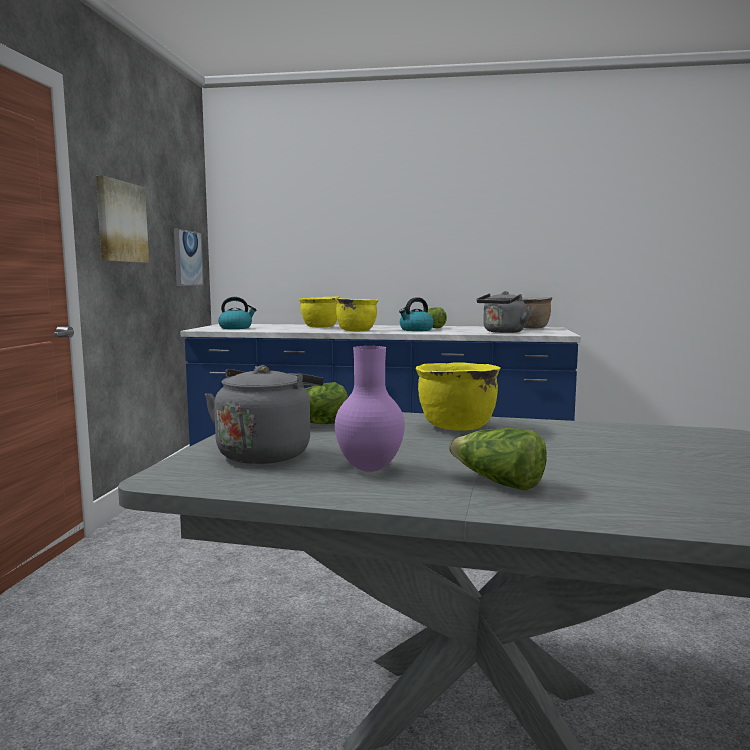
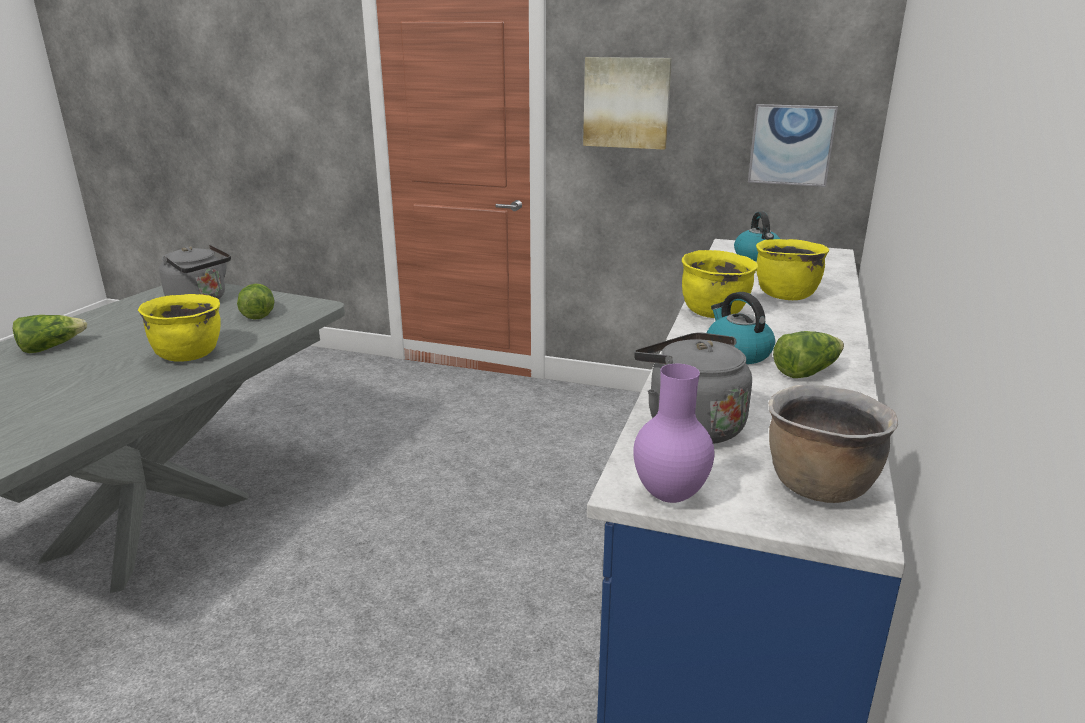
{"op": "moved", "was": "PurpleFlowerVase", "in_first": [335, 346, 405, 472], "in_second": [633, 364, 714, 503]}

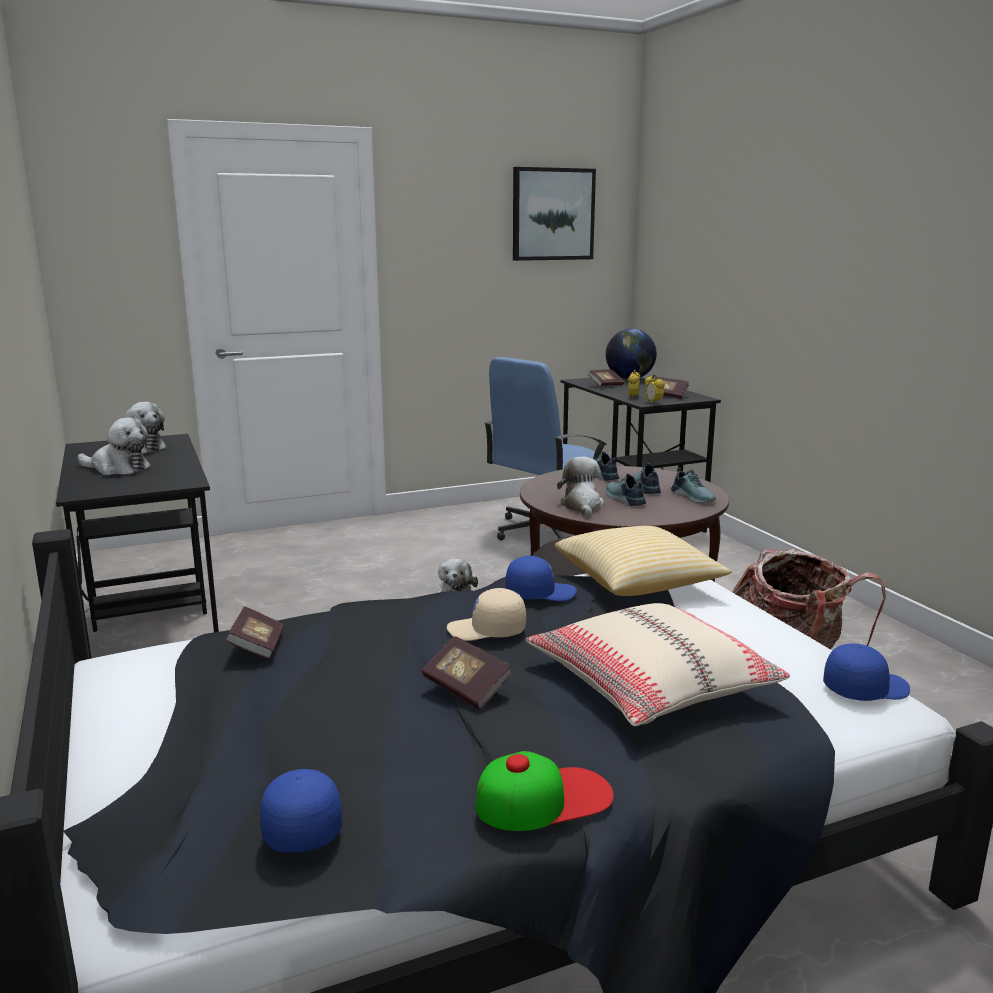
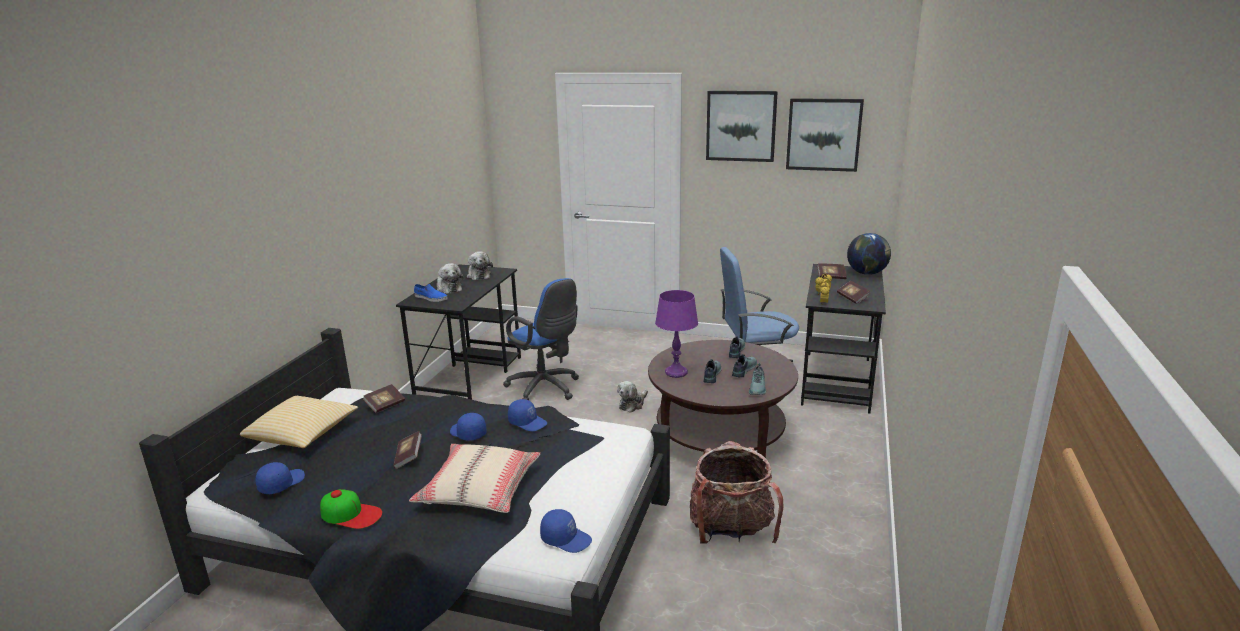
{"op": "replaced", "was": "SoftToy", "now": "PurpleTabletopLamp", "in_first": [557, 457, 605, 517], "in_second": [655, 290, 698, 378]}
{"op": "moved", "was": "Cushion", "in_first": [555, 526, 731, 596], "in_second": [240, 396, 358, 448]}
{"op": "recoloured", "was": "BeigeColouredCap", "now": "BluishCap", "in_first": [447, 588, 526, 641], "in_second": [450, 413, 487, 441]}
{"op": "added", "now": "WallArt", "in_second": [706, 91, 778, 162]}
{"op": "added", "now": "BluishComputerChair", "in_second": [503, 278, 579, 400]}
{"op": "added", "now": "BluishLowShoe", "in_second": [414, 284, 448, 302]}

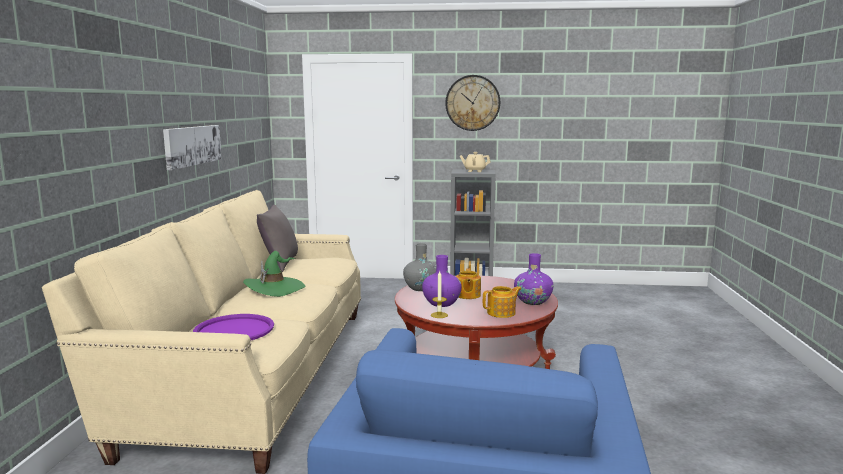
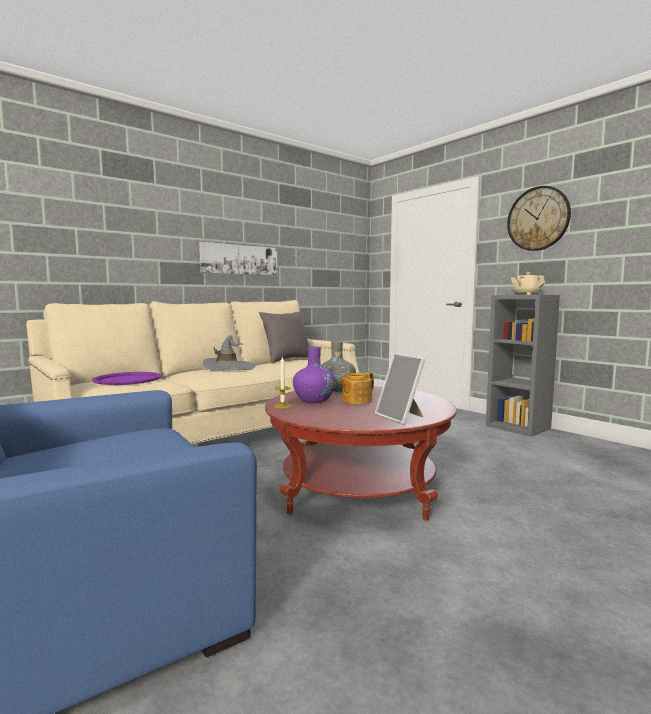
{"op": "recoloured", "was": "GreenishHat", "now": "GreyishHat", "in_first": [243, 251, 306, 297], "in_second": [203, 335, 255, 372]}
{"op": "replaced", "was": "PurpleFlowerVase", "now": "StandingFrame", "in_first": [514, 253, 554, 305], "in_second": [375, 353, 425, 425]}
{"op": "removed", "was": "Teapot", "in_first": [483, 286, 521, 318]}

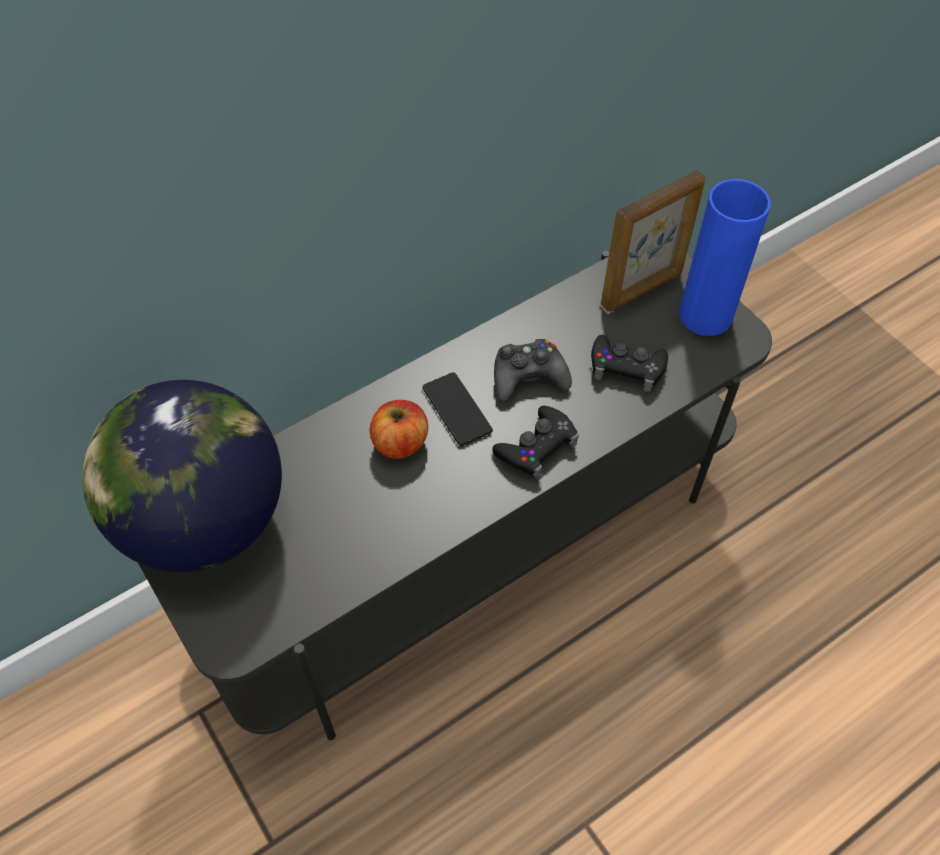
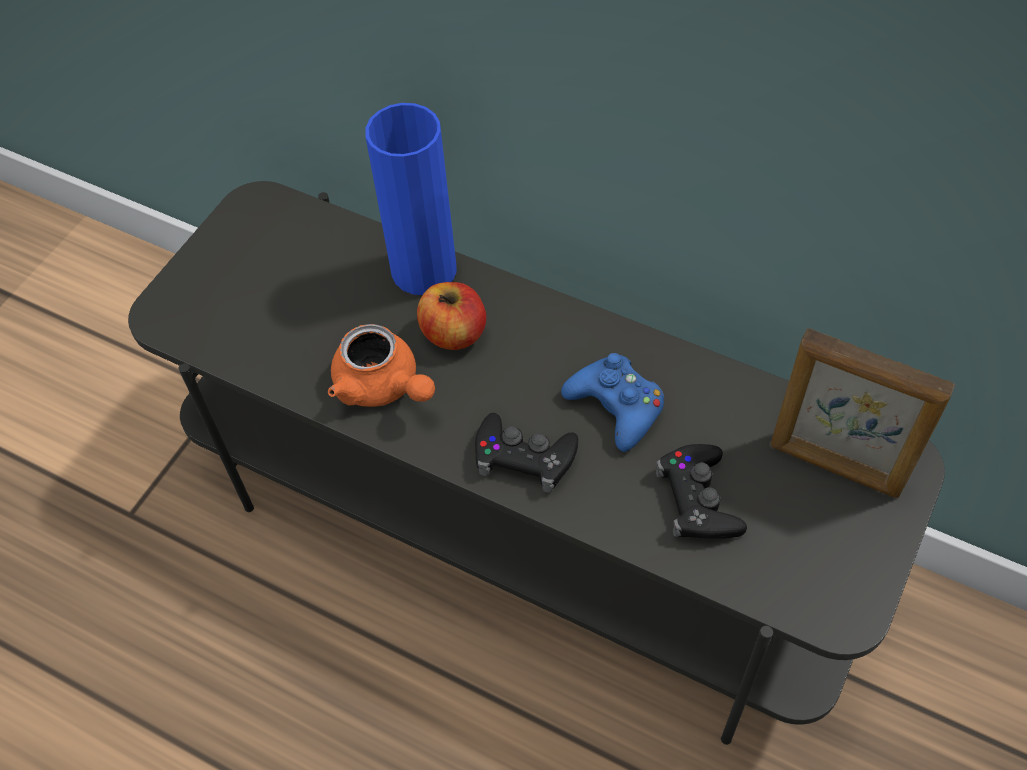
{"op": "moved", "was": "BluishFlowerVase", "in_first": [679, 179, 771, 336], "in_second": [365, 103, 457, 295]}
{"op": "recoloured", "was": "BlackishGameController", "now": "BluishGameController", "in_first": [494, 339, 572, 401], "in_second": [561, 353, 664, 452]}
{"op": "removed", "was": "Handset", "in_first": [423, 372, 493, 446]}
{"op": "removed", "was": "DeskGlobe", "in_first": [82, 380, 282, 572]}
{"op": "added", "now": "OrangeColouredTeapot", "in_second": [328, 324, 435, 407]}

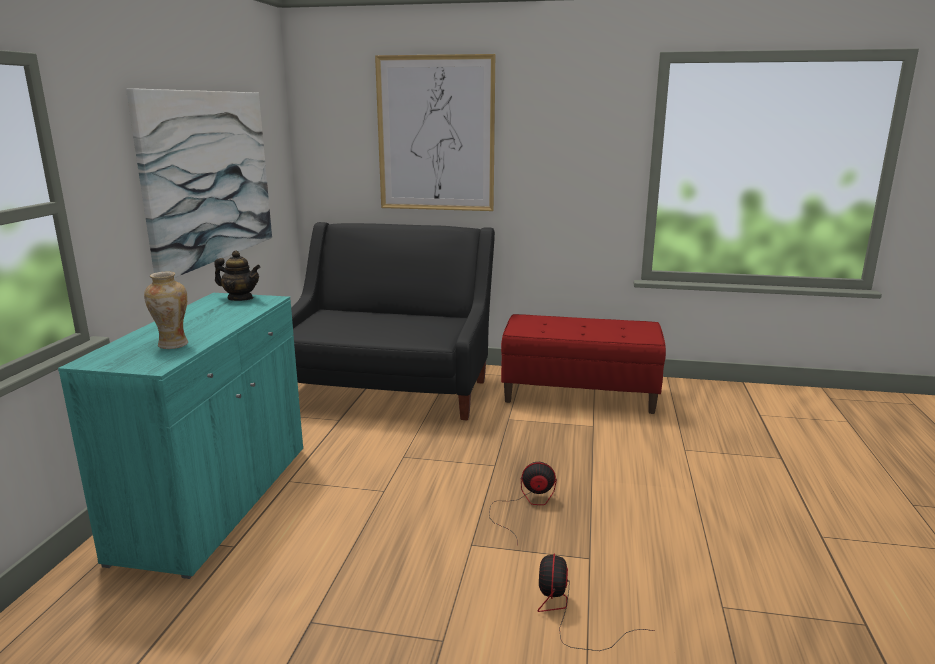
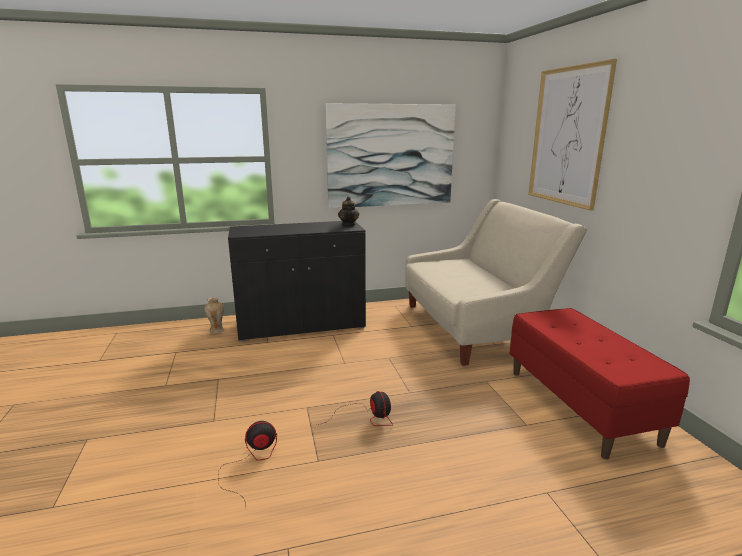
{"op": "recoloured", "was": "BlackishSettee", "now": "BeigeColouredSettee", "in_first": [291, 222, 495, 421], "in_second": [405, 199, 587, 366]}
{"op": "moved", "was": "FlowerVase", "in_first": [144, 271, 188, 349], "in_second": [205, 297, 224, 333]}
{"op": "recoloured", "was": "TurquoiseCupboard", "now": "BlackishCupboard", "in_first": [58, 293, 303, 579], "in_second": [228, 221, 366, 342]}

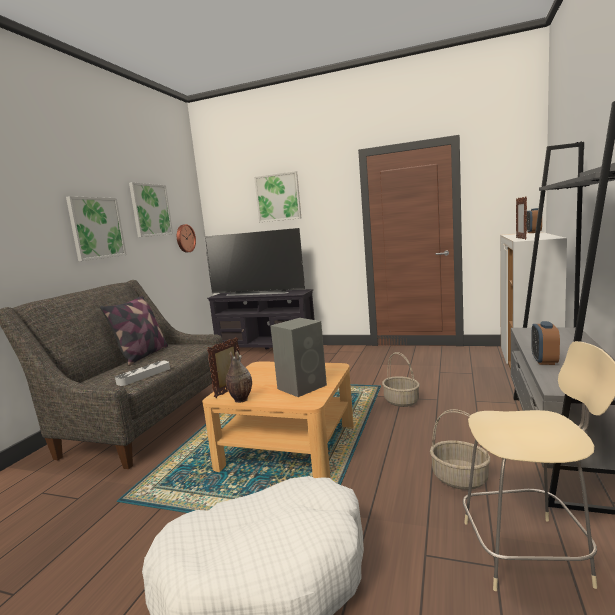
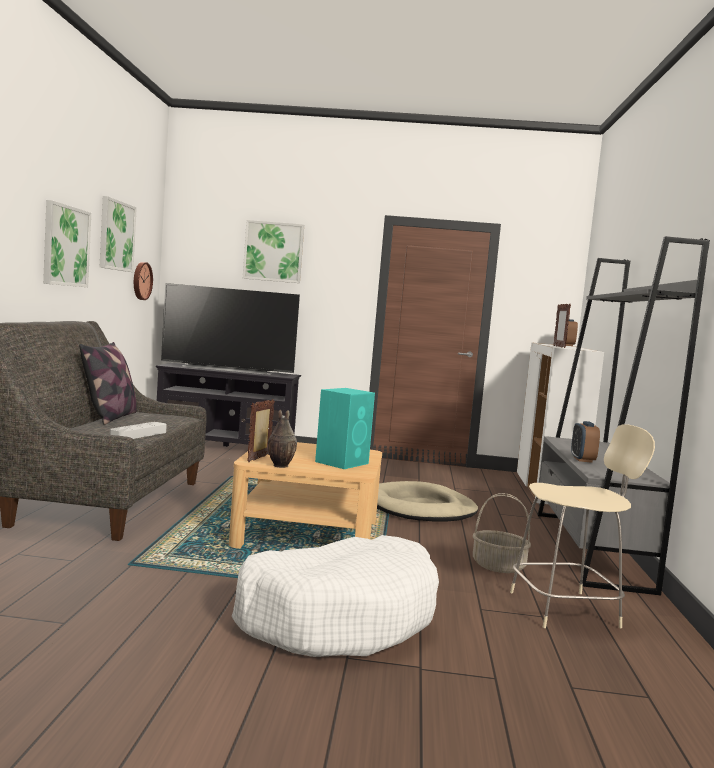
{"op": "recoloured", "was": "GreyishSpeaker", "now": "TurquoiseSpeaker", "in_first": [271, 318, 327, 397], "in_second": [315, 388, 375, 469]}
{"op": "replaced", "was": "StorageBasket", "now": "BeigeColouredDogCushion", "in_first": [382, 352, 420, 407], "in_second": [377, 481, 478, 522]}

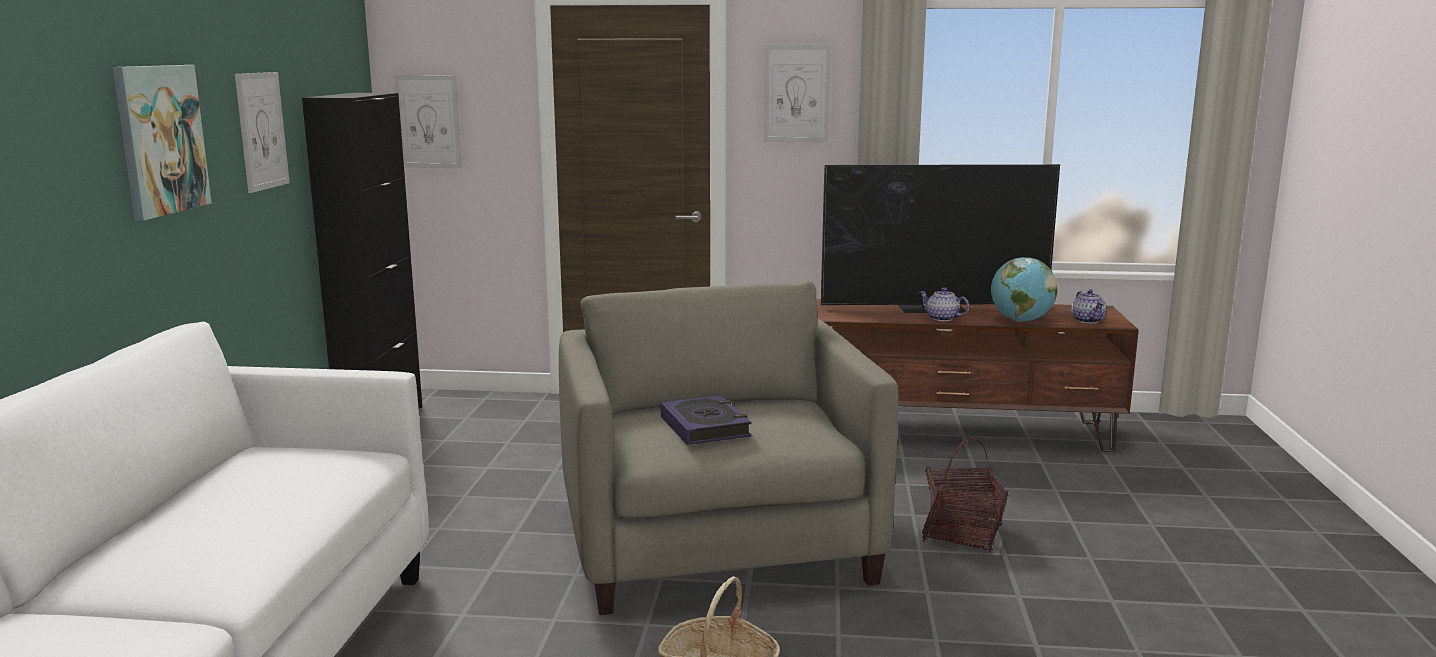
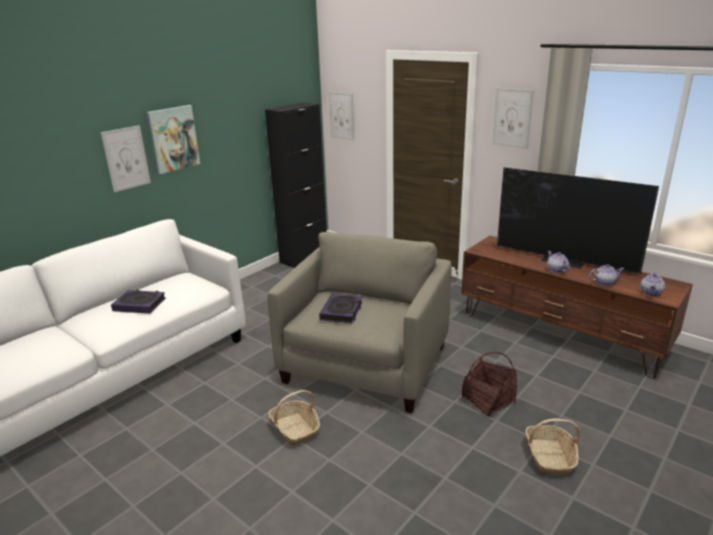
{"op": "moved", "was": "WallArt", "in_first": [235, 72, 290, 193], "in_second": [101, 125, 151, 192]}
{"op": "replaced", "was": "DeskGlobe", "now": "Teapot", "in_first": [991, 257, 1058, 322], "in_second": [589, 264, 624, 286]}
{"op": "added", "now": "Volume", "in_second": [111, 290, 166, 314]}
{"op": "added", "now": "StorageBasket", "in_second": [525, 419, 581, 474]}

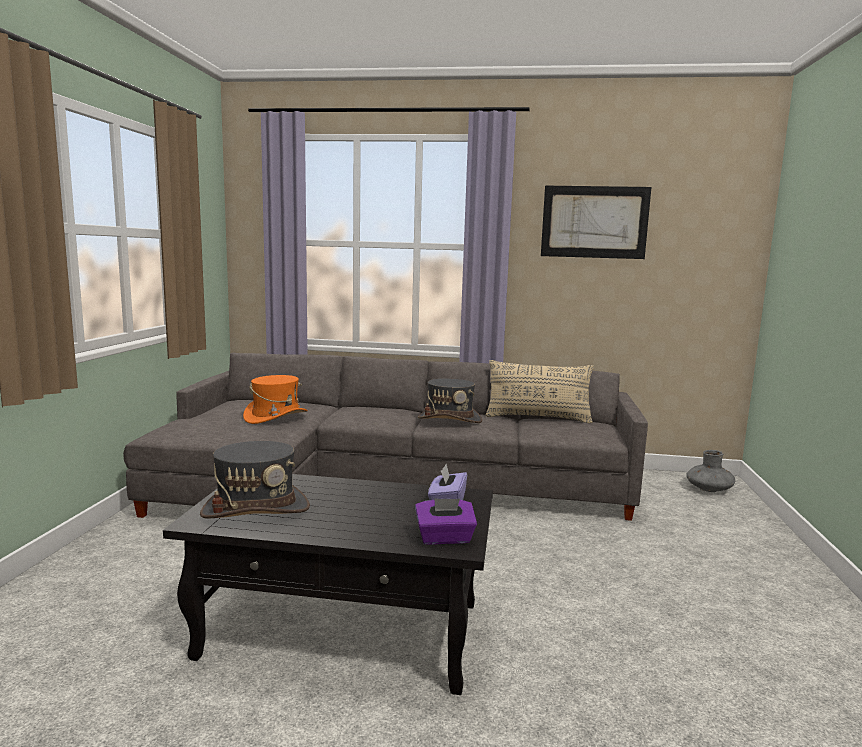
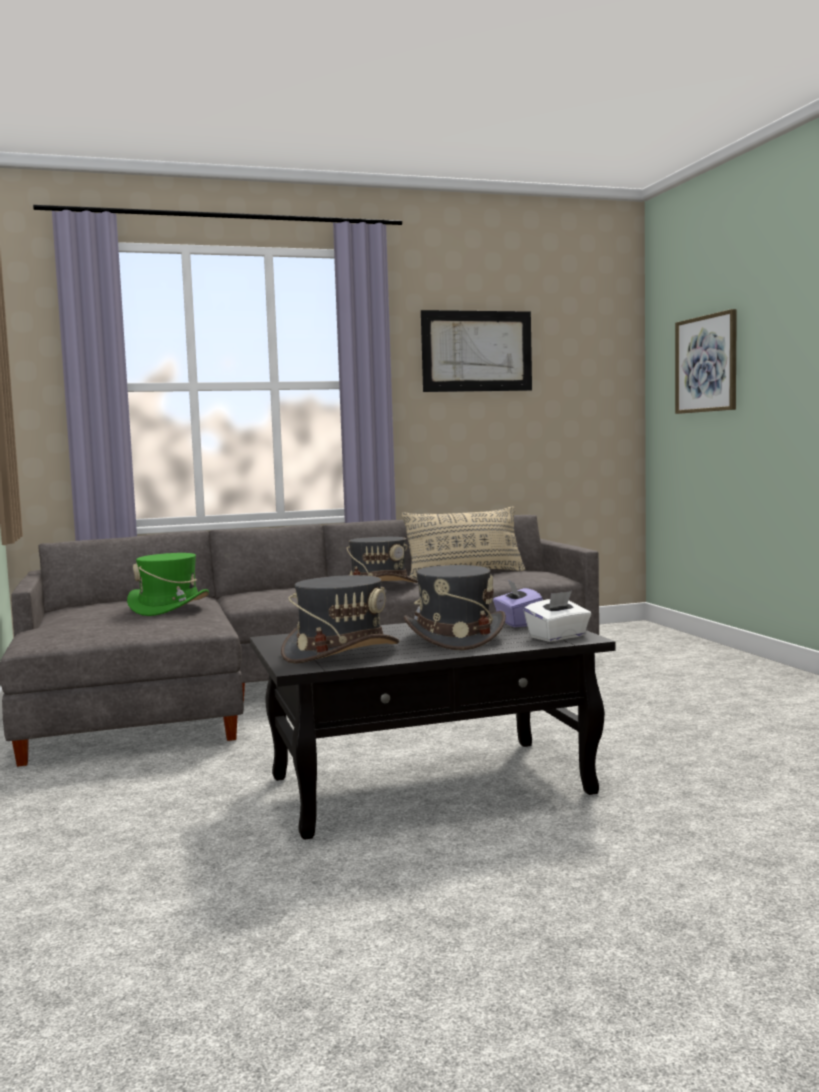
{"op": "recoloured", "was": "OrangeColouredHat", "now": "GreenishHat", "in_first": [243, 375, 308, 424], "in_second": [127, 553, 209, 616]}
{"op": "removed", "was": "GreyishFlowerVase", "in_first": [686, 450, 735, 492]}
{"op": "recoloured", "was": "PurpleBoxOfTissues", "now": "WhitishBoxOfTissues", "in_first": [415, 498, 477, 545], "in_second": [524, 591, 591, 642]}
{"op": "added", "now": "WallArt", "in_second": [675, 309, 737, 414]}
{"op": "added", "now": "GreyishHat", "in_second": [404, 565, 506, 650]}

